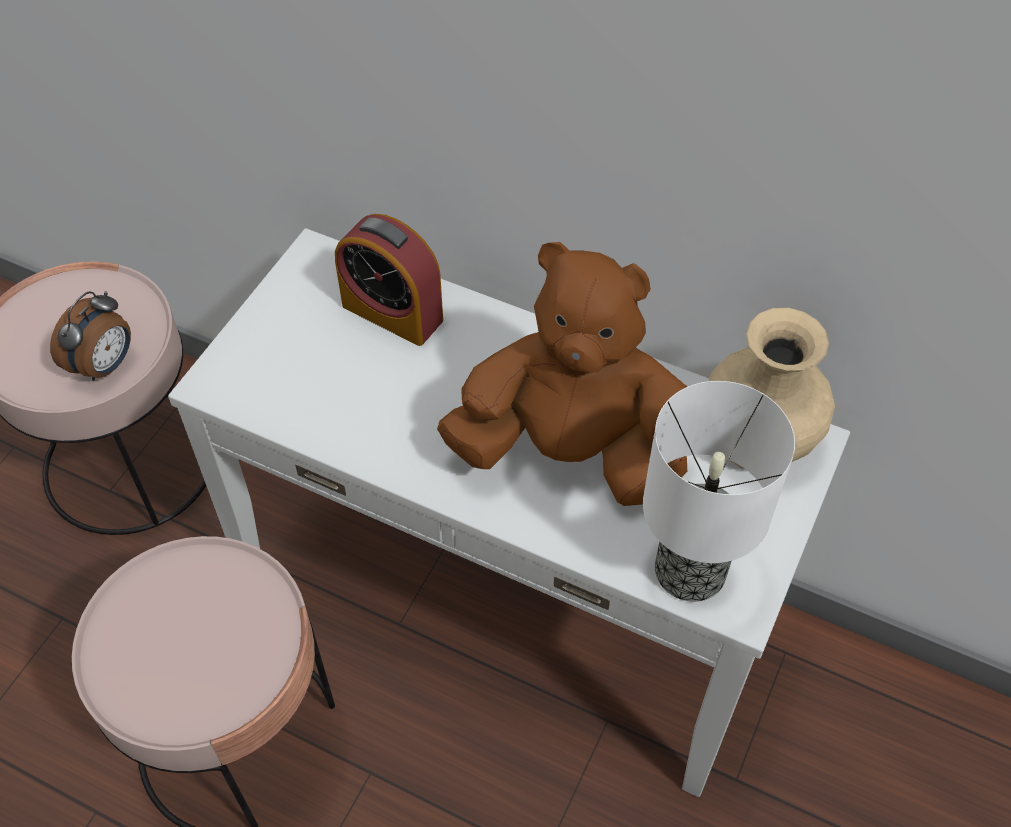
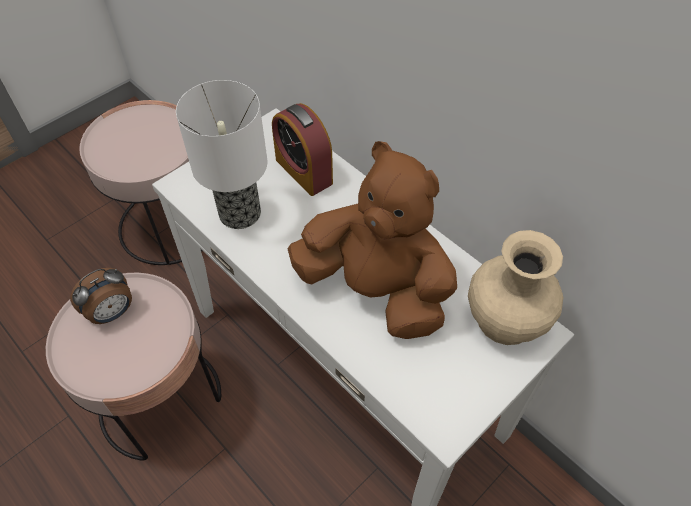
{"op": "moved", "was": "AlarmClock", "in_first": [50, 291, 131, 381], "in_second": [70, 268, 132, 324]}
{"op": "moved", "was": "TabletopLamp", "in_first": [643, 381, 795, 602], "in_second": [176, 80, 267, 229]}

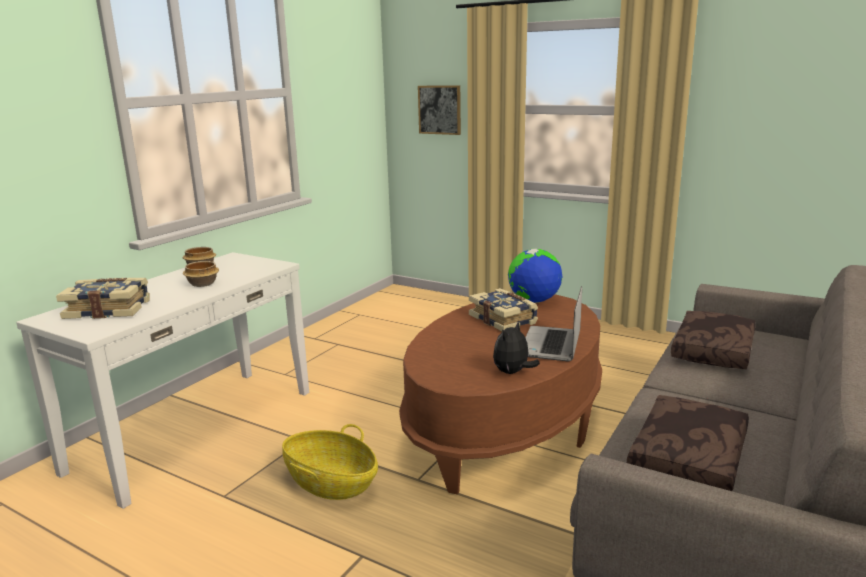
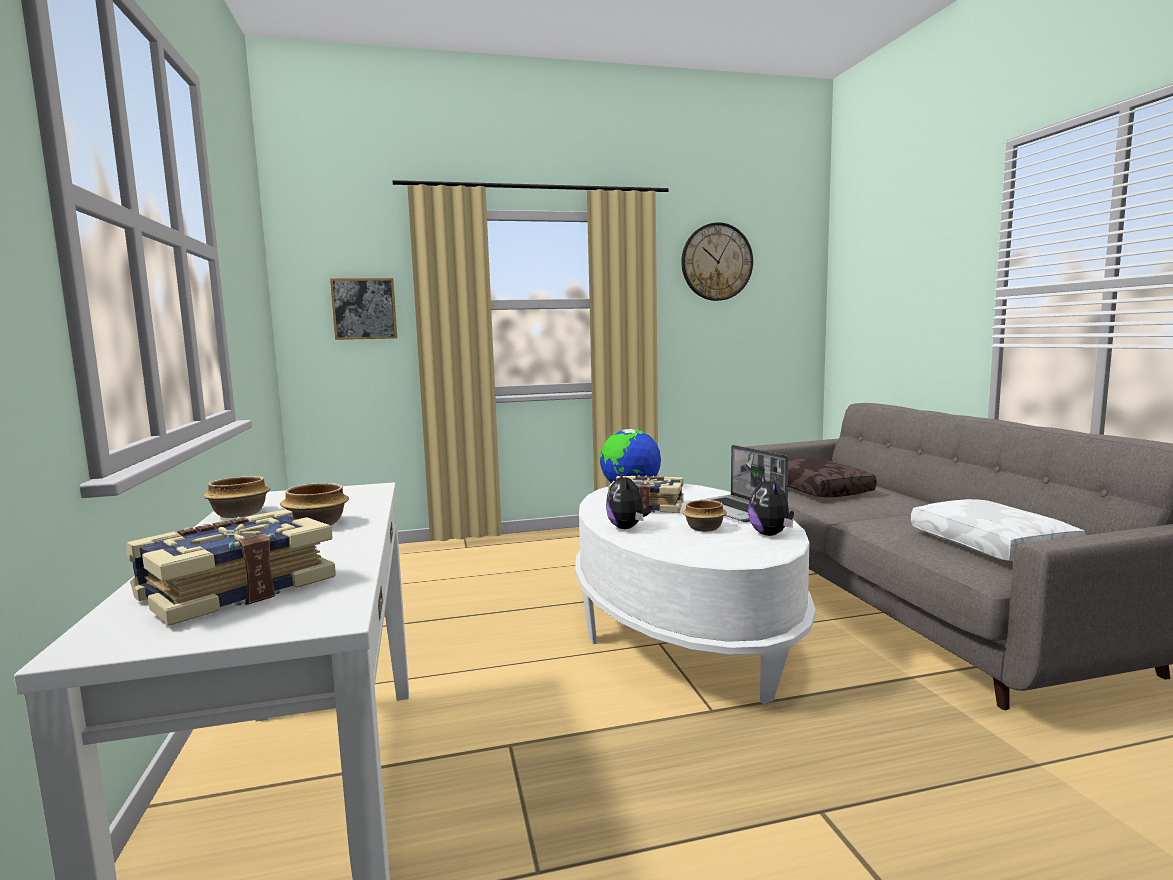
{"op": "recoloured", "was": "BrownishCoffeeTable", "now": "WhitishCoffeeTable", "in_first": [399, 294, 602, 494], "in_second": [575, 484, 816, 704]}
{"op": "recoloured", "was": "BrownishCushion", "now": "WhitishCushion", "in_first": [627, 395, 749, 491], "in_second": [911, 499, 1086, 561]}
{"op": "removed", "was": "StorageBasket", "in_first": [282, 424, 378, 500]}
{"op": "added", "now": "HangingClock", "in_second": [681, 222, 753, 301]}
{"op": "added", "now": "SoftToy", "in_second": [606, 471, 651, 529]}
{"op": "added", "now": "DeepDish", "in_second": [682, 500, 727, 532]}

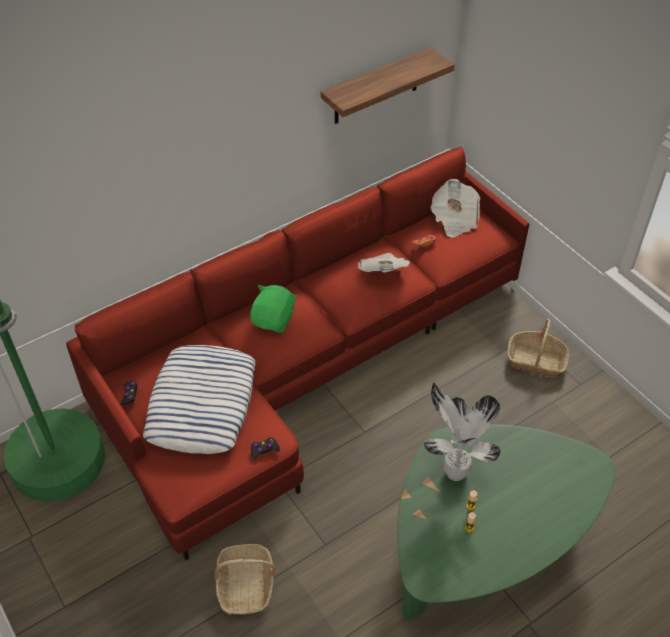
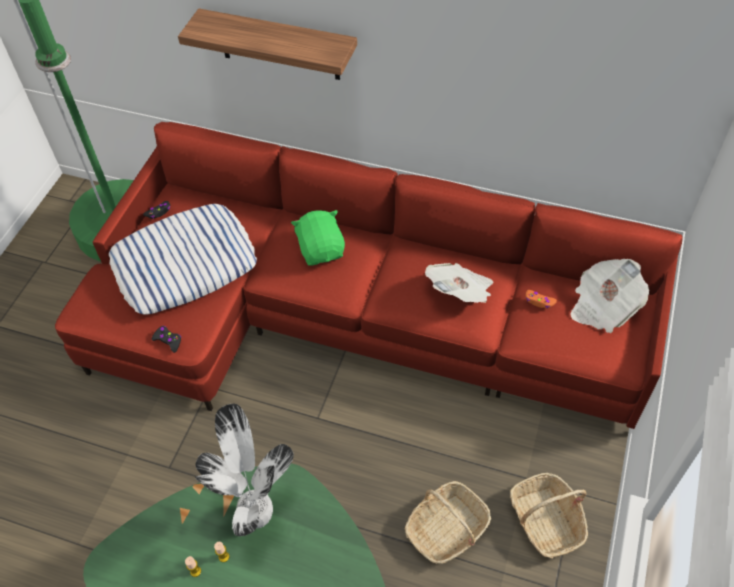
{"op": "moved", "was": "BracketShelf", "in_first": [321, 47, 455, 124], "in_second": [178, 8, 357, 80]}
{"op": "turned", "was": "GreenishSoftToy", "in_first": [250, 285, 297, 333], "in_second": [291, 210, 345, 266], "clockwise": -90}
{"op": "moved", "was": "StorageBasket", "in_first": [215, 544, 276, 615], "in_second": [405, 481, 491, 564]}

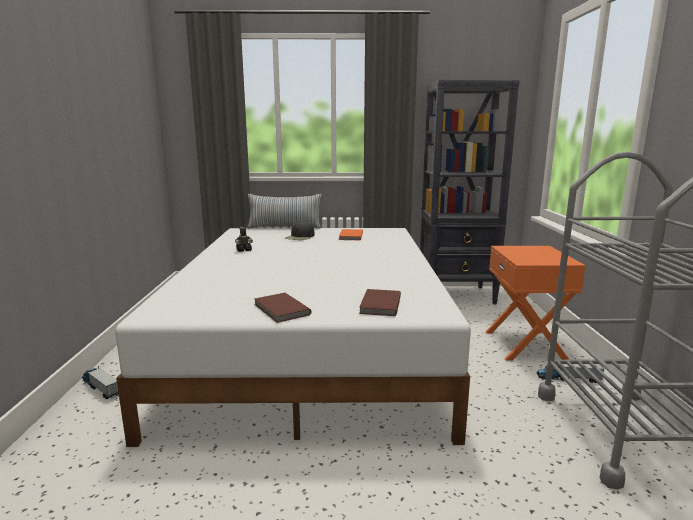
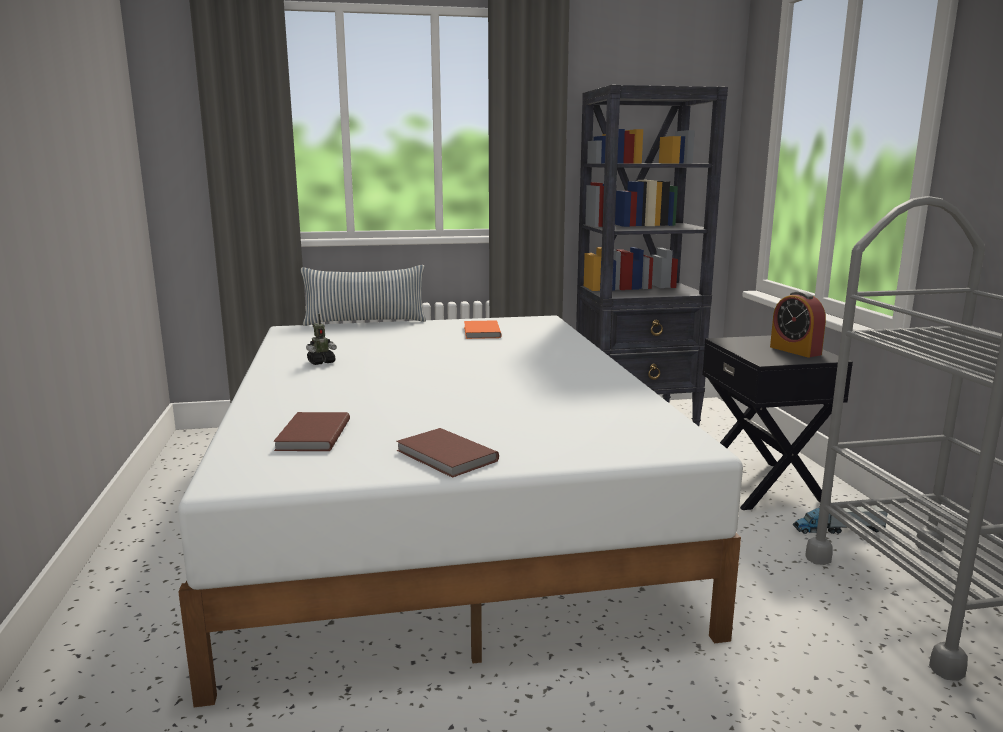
{"op": "removed", "was": "BlackishCap", "in_first": [285, 221, 315, 240]}
{"op": "recoloured", "was": "OrangeColouredNightstand", "now": "BlackishNightstand", "in_first": [486, 246, 586, 361], "in_second": [702, 335, 853, 510]}
{"op": "moved", "was": "BrownishVolume", "in_first": [359, 289, 401, 316], "in_second": [273, 412, 350, 451]}
{"op": "removed", "was": "ToyTruck", "in_first": [82, 366, 119, 399]}
{"op": "added", "now": "AlarmClock", "in_second": [770, 291, 826, 357]}

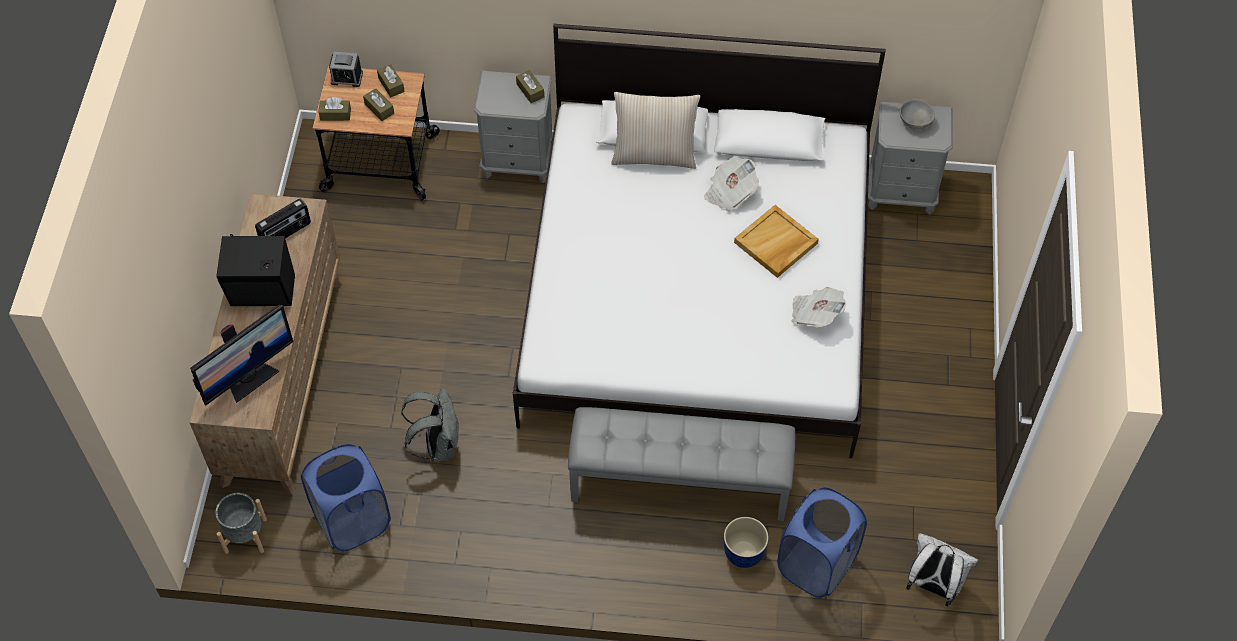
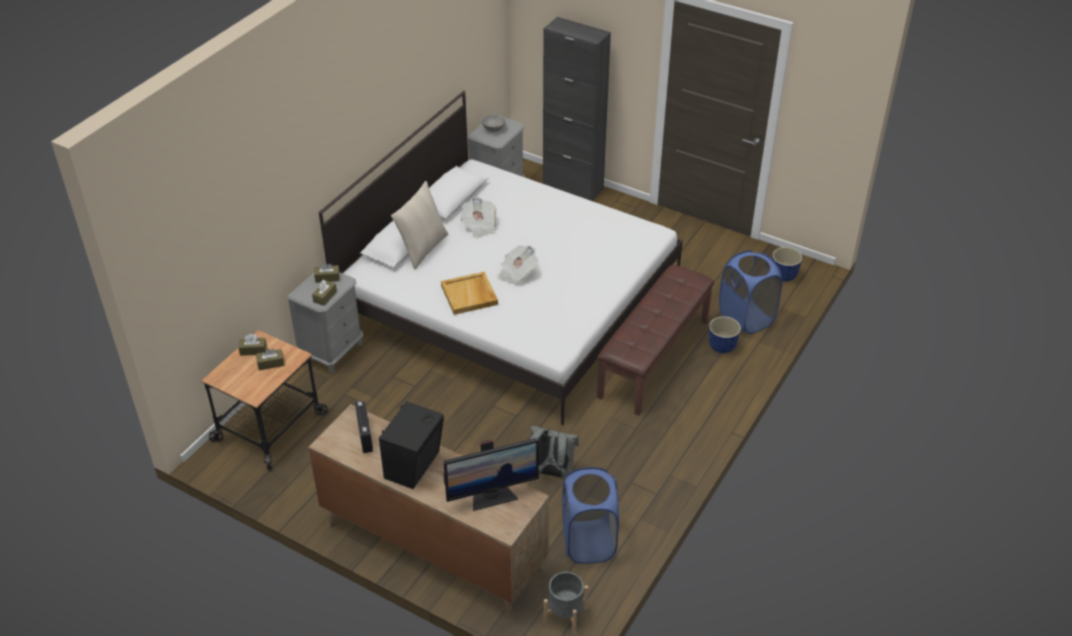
{"op": "removed", "was": "AlarmClock", "in_first": [329, 52, 363, 87]}
{"op": "moved", "was": "BrownishBoxOfTissues", "in_first": [319, 97, 351, 121], "in_second": [312, 280, 337, 306]}
{"op": "moved", "was": "BeigeColouredCarryingTray", "in_first": [734, 205, 819, 278], "in_second": [441, 272, 498, 315]}
{"op": "moved", "was": "PrintedPaper", "in_first": [791, 287, 846, 328], "in_second": [497, 245, 538, 285]}
{"op": "turned", "was": "ComputerDisplay", "in_first": [190, 305, 293, 406], "in_second": [443, 438, 539, 511], "clockwise": 90}
{"op": "recoloured", "was": "GreyishLongSeat", "now": "BrownishLongSeat", "in_first": [568, 407, 795, 521], "in_second": [597, 265, 714, 416]}
{"op": "replaced", "was": "WhitishBackpack", "now": "Planter", "in_first": [906, 533, 978, 607], "in_second": [772, 247, 802, 282]}
{"op": "added", "now": "BlackishCupboard", "in_second": [543, 17, 611, 201]}

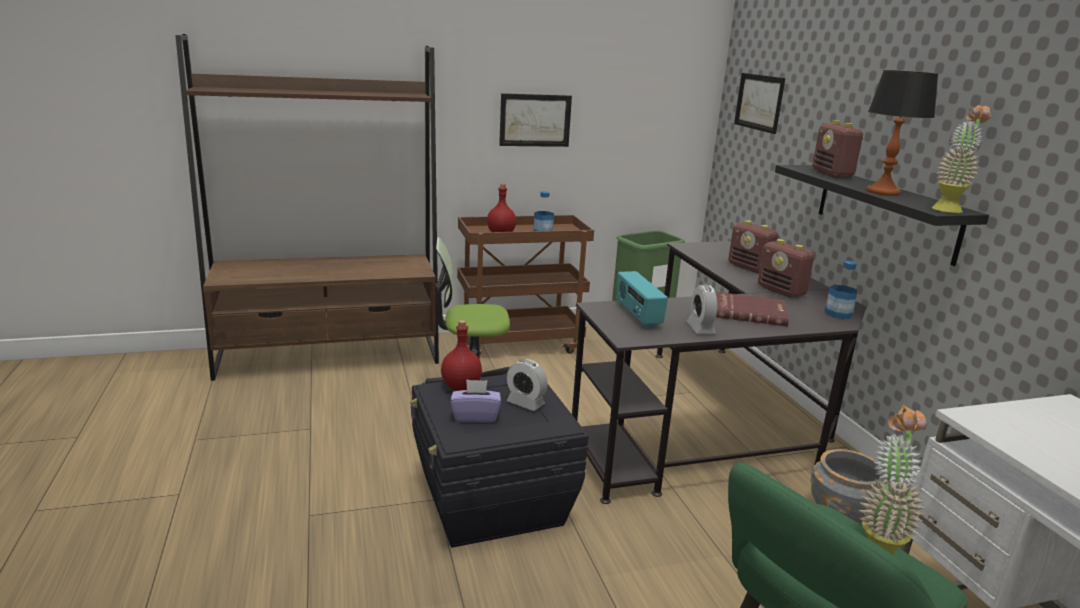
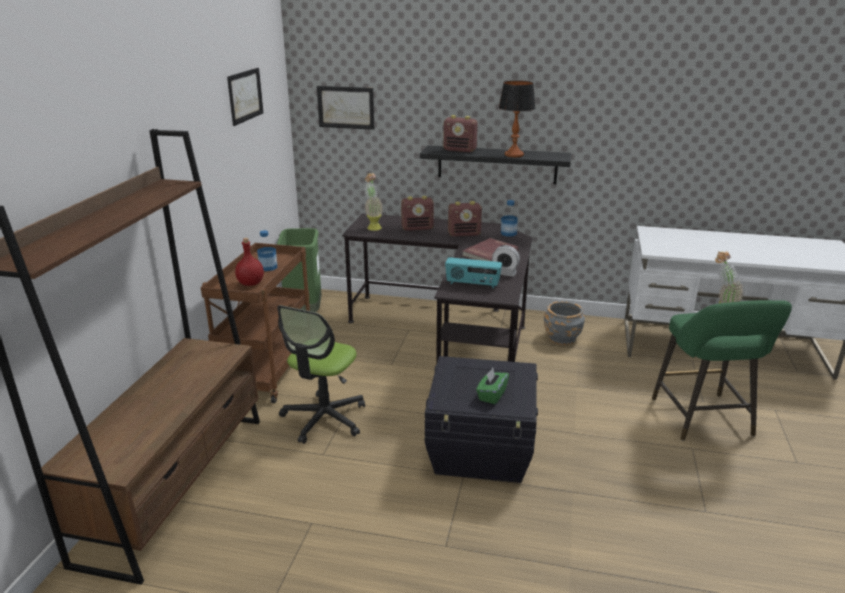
{"op": "moved", "was": "WallArt", "in_first": [499, 93, 572, 147], "in_second": [227, 68, 264, 126]}
{"op": "moved", "was": "PottedPlant", "in_first": [931, 105, 992, 213], "in_second": [364, 173, 383, 231]}
{"op": "removed", "was": "RedColouredBottle", "in_first": [441, 320, 482, 391]}
{"op": "removed", "was": "AlarmClock", "in_first": [506, 359, 548, 411]}
{"op": "recoloured", "was": "PurpleBoxOfTissues", "now": "GreenishBoxOfTissues", "in_first": [450, 379, 501, 422], "in_second": [476, 368, 509, 404]}

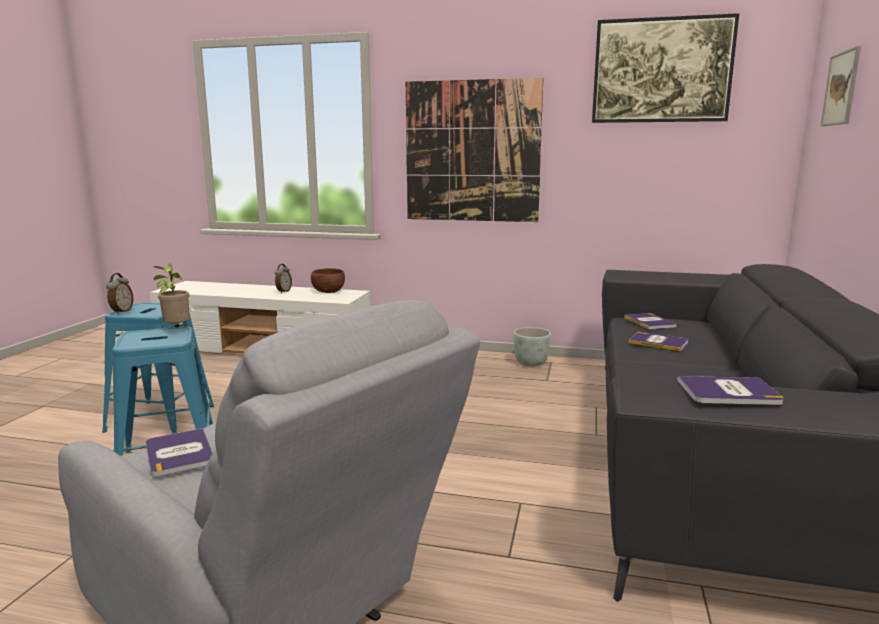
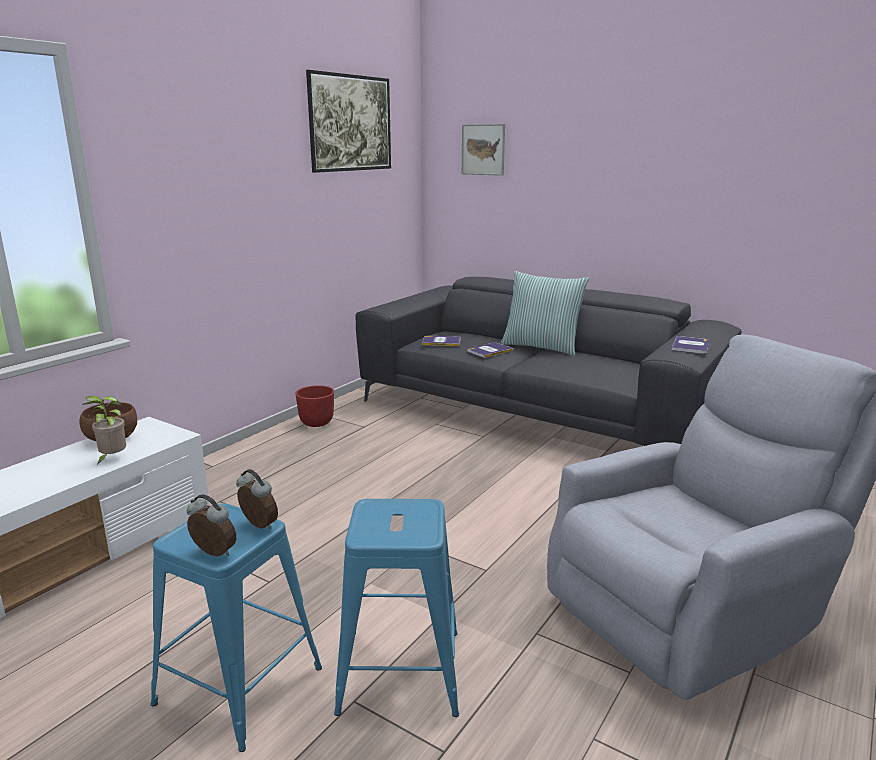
{"op": "removed", "was": "WallArt", "in_first": [406, 78, 543, 222]}
{"op": "moved", "was": "PottedPlant", "in_first": [153, 264, 190, 327], "in_second": [82, 396, 126, 466]}
{"op": "moved", "was": "AlarmClock", "in_first": [275, 264, 292, 293], "in_second": [236, 469, 278, 529]}
{"op": "recoloured", "was": "GreyishPlanter", "now": "RedColouredPlanter", "in_first": [514, 327, 551, 367], "in_second": [295, 385, 334, 427]}
{"op": "removed", "was": "Volume", "in_first": [146, 428, 213, 476]}
{"op": "added", "now": "Cushion", "in_second": [501, 271, 589, 356]}

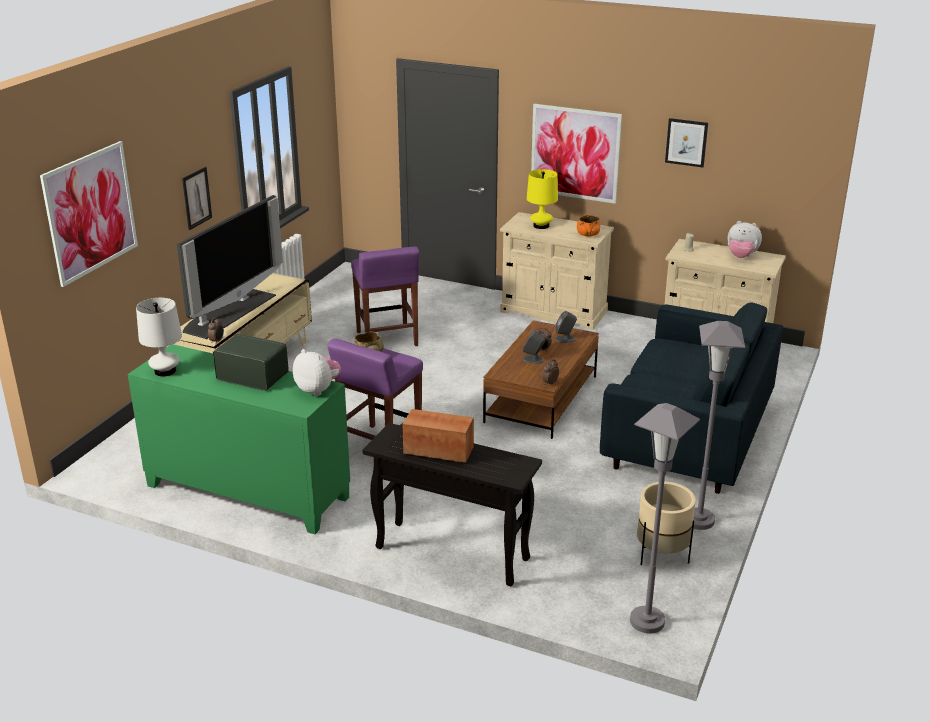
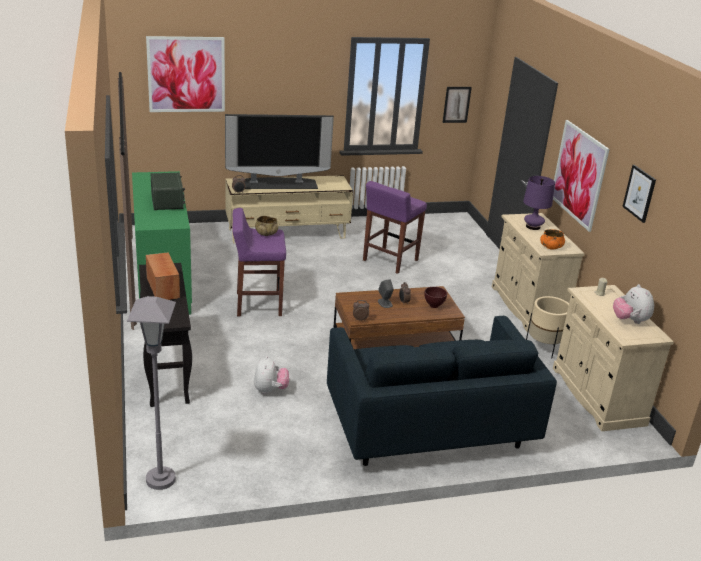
{"op": "moved", "was": "WallArt", "in_first": [182, 167, 212, 230], "in_second": [443, 87, 472, 123]}
{"op": "recoloured", "was": "YellowColouredTabletopLamp", "now": "PurpleTabletopLamp", "in_first": [527, 169, 558, 229], "in_second": [523, 176, 555, 230]}
{"op": "removed", "was": "WhitishTabletopLamp", "in_first": [136, 298, 182, 376]}
{"op": "replaced", "was": "GreyishSpeaker", "now": "BrownishDeepDish", "in_first": [555, 311, 577, 343], "in_second": [424, 287, 447, 308]}
{"op": "removed", "was": "GreyishStandingLamp", "in_first": [693, 321, 745, 530]}
{"op": "moved", "was": "SoftToy", "in_first": [293, 349, 341, 396], "in_second": [254, 356, 289, 394]}
{"op": "moved", "was": "BeigeColouredPlanter", "in_first": [637, 482, 696, 565], "in_second": [526, 296, 569, 358]}

